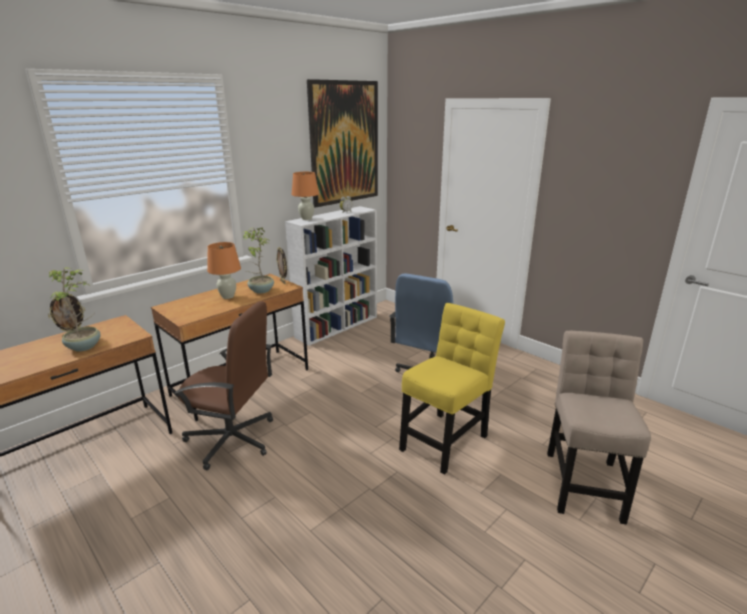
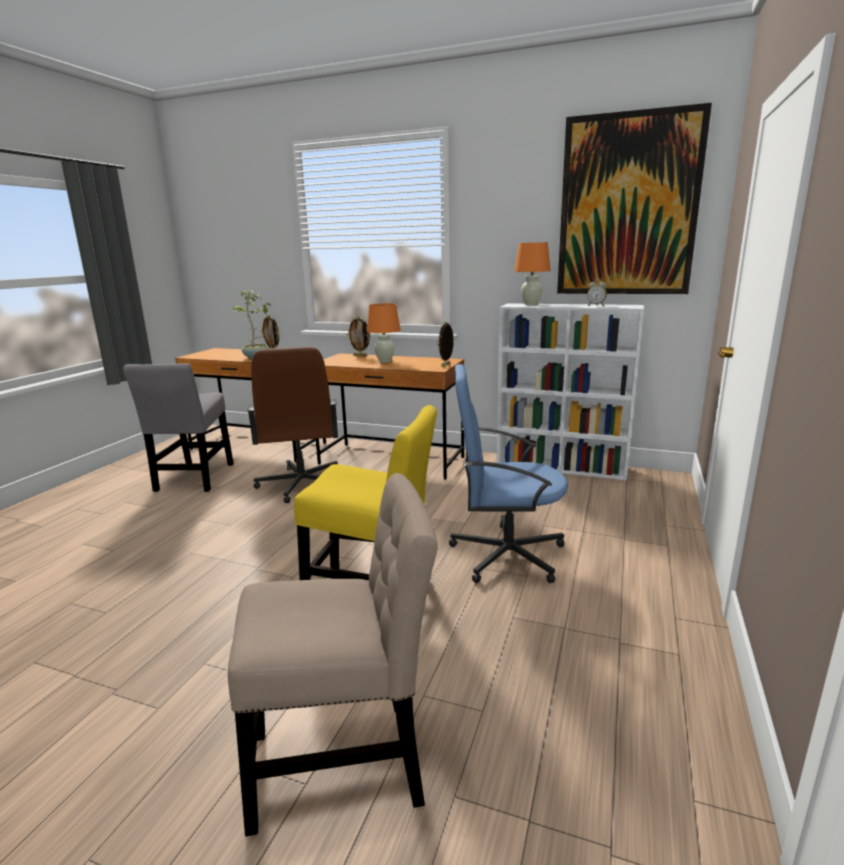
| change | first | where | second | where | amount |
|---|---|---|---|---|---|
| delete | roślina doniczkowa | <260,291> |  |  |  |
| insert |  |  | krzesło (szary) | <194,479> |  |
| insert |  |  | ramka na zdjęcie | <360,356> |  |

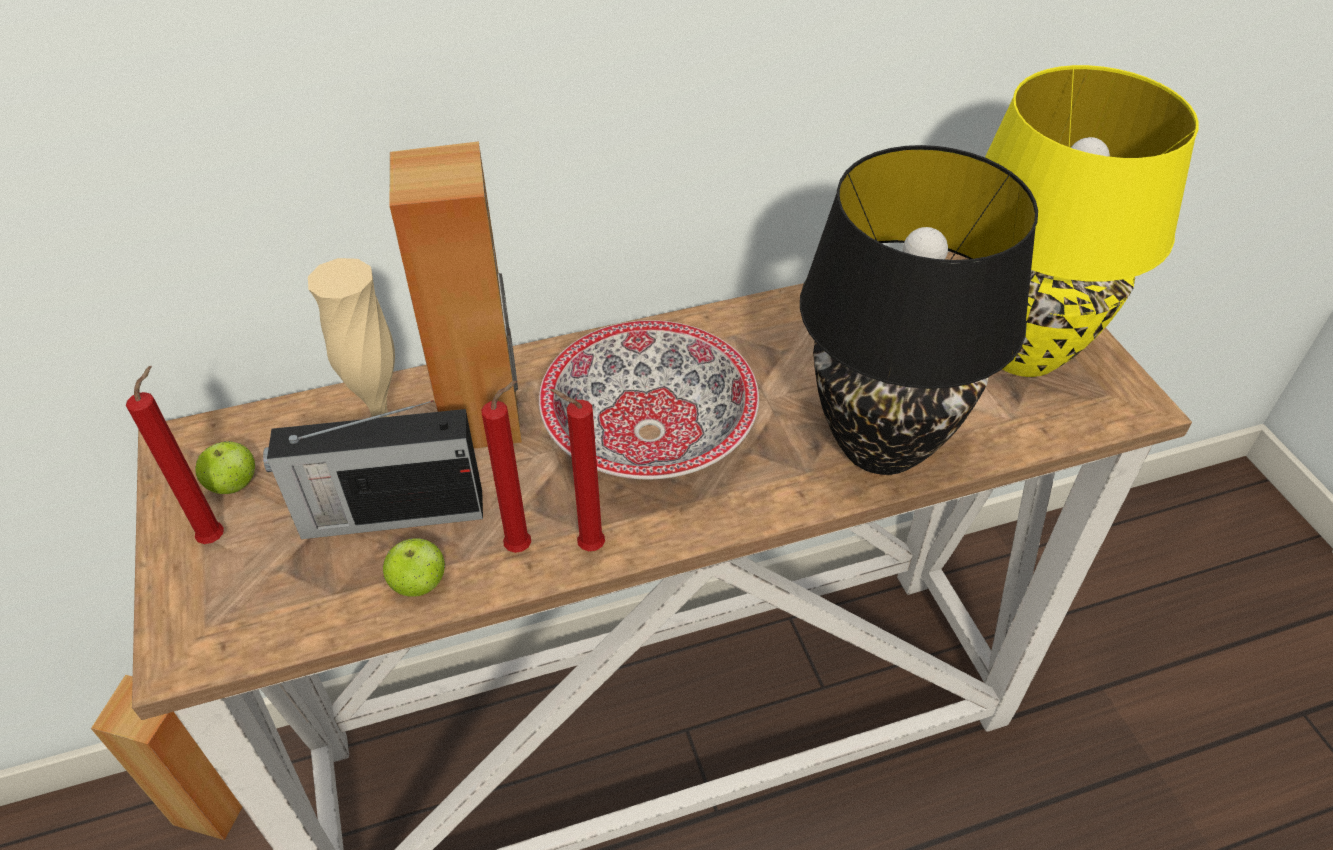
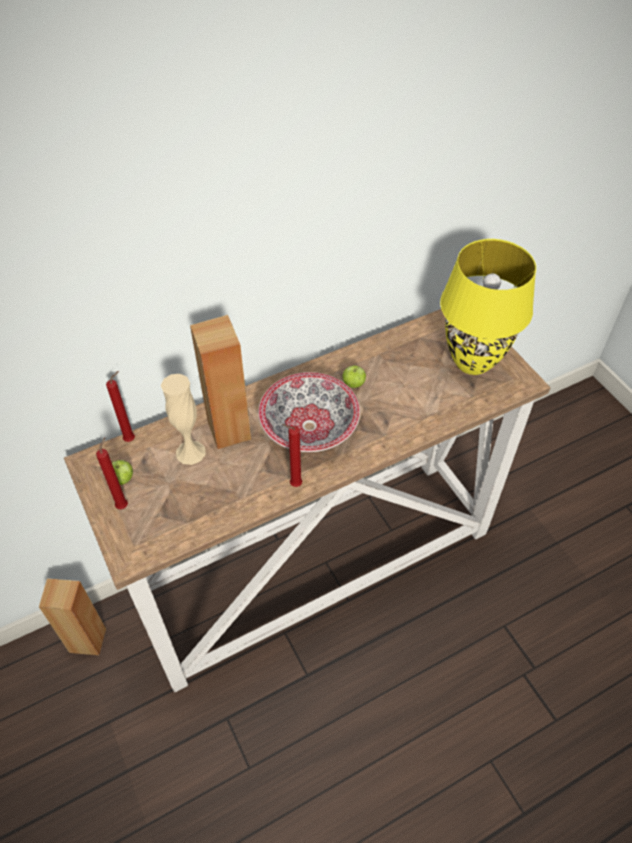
| change | first | where | second | where | amount |
|---|---|---|---|---|---|
| delete | radio | <389,514> |  |  |  |
| delete | lampa stołowa (czarny) | <880,443> |  |  |  |
| move | jabłko | <419,584> |  | <353,384> |  |
| move | świeca (czerwony) | <523,546> |  | <131,439> |  |

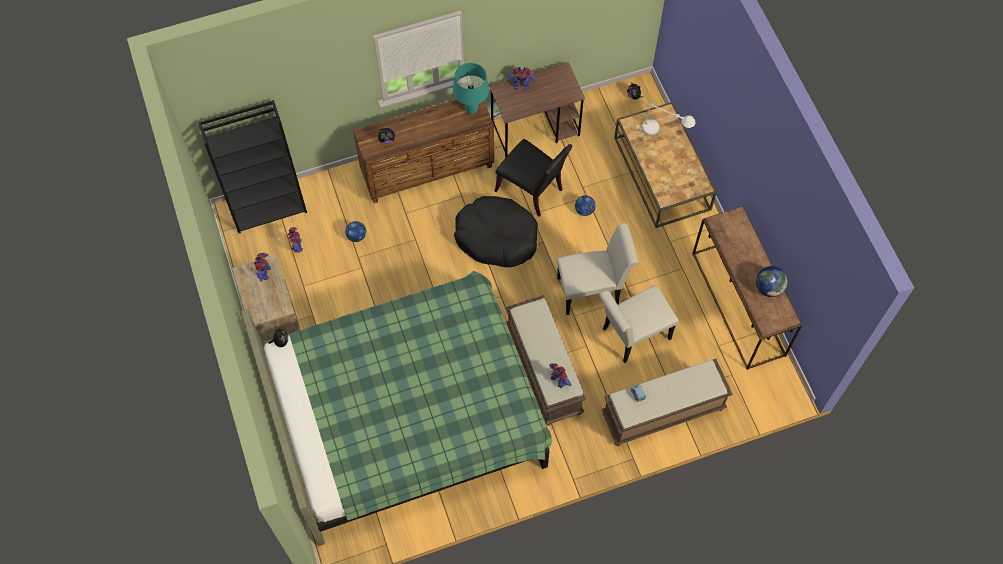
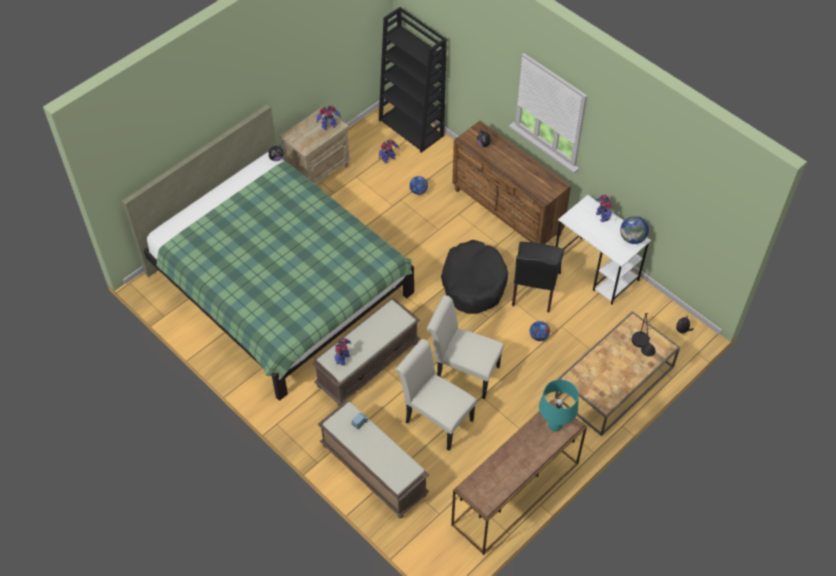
| change | first | where | second | where | amount |
|---|---|---|---|---|---|
| move | lampa stołowa (turkusowy) | <471,109> |  | <554,426> |  |
| move | globus | <769,288> |  | <632,238> |  |
| recolor | biurko (brązowy) | <536,129> | biurko (biały) | <596,270> |  |
| recolor | lampa stołowa (biały) | <664,134> | lampa stołowa (czarny) | <641,353> |  |
| rotate | krzesło (biały) | <592,290> |  | <463,372> | 150 degrees clockwise |

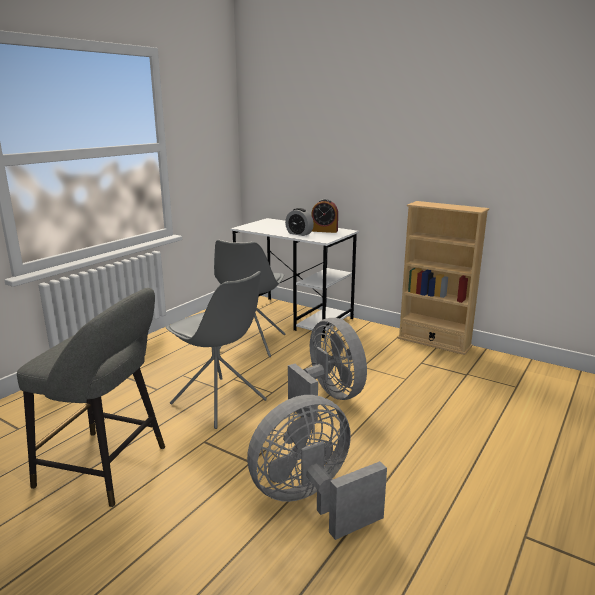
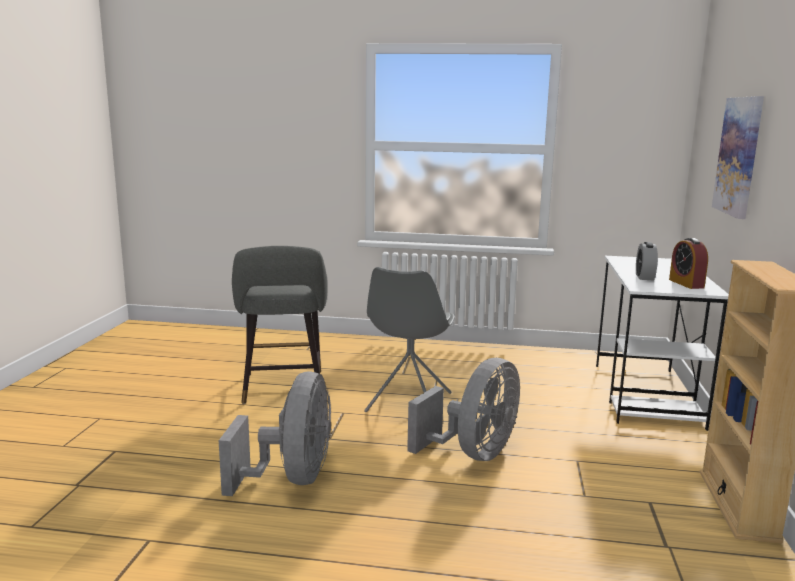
| change | first | where | second | where | amount |
|---|---|---|---|---|---|
| delete | krzesło (szary) | <251,343> |  |  |  |
| insert |  |  | obraz | <739,156> |  |
| rotate | wentylator (szary) | <311,501> |  | <292,478> | 60 degrees clockwise |

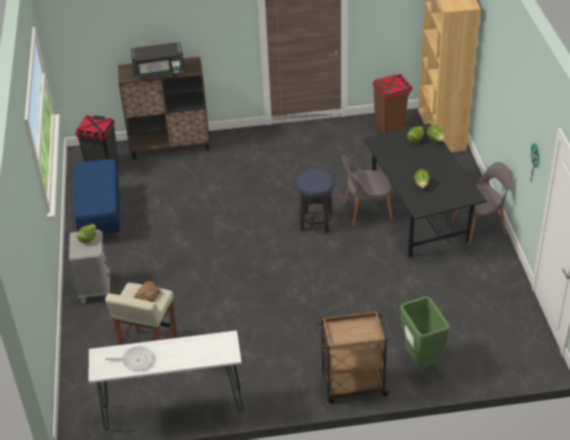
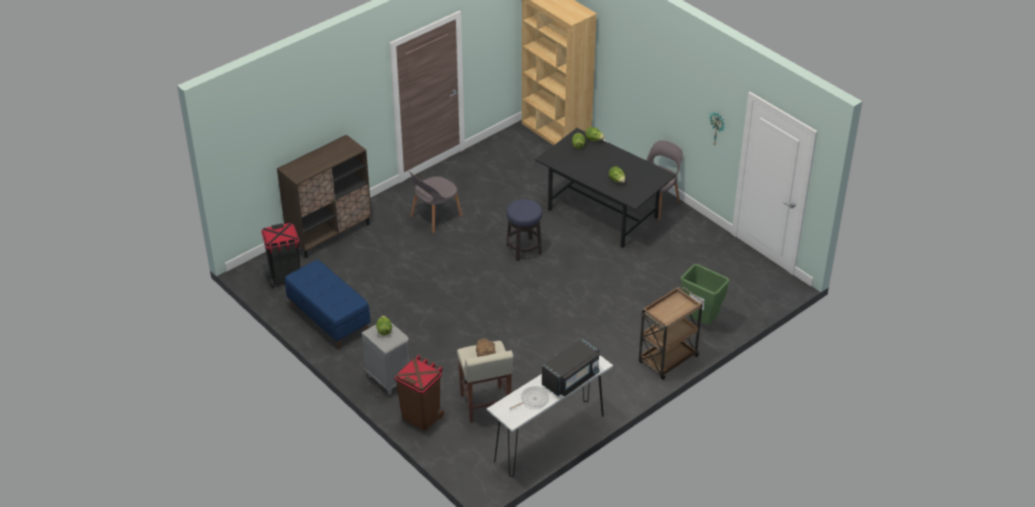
| change | first | where | second | where | amount |
|---|---|---|---|---|---|
| move | mikrofalówka (czarny) | <159,72> |  | <571,378> |  |
| move | krzesło (szary) | <366,211> |  | <435,217> |  |
| move | kosz na śmieci (brązowy) | <390,128> |  | <421,417> |  |

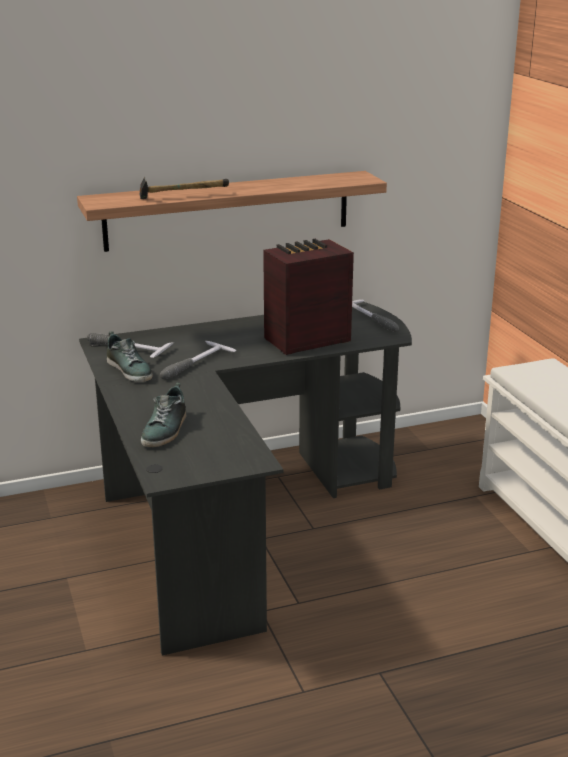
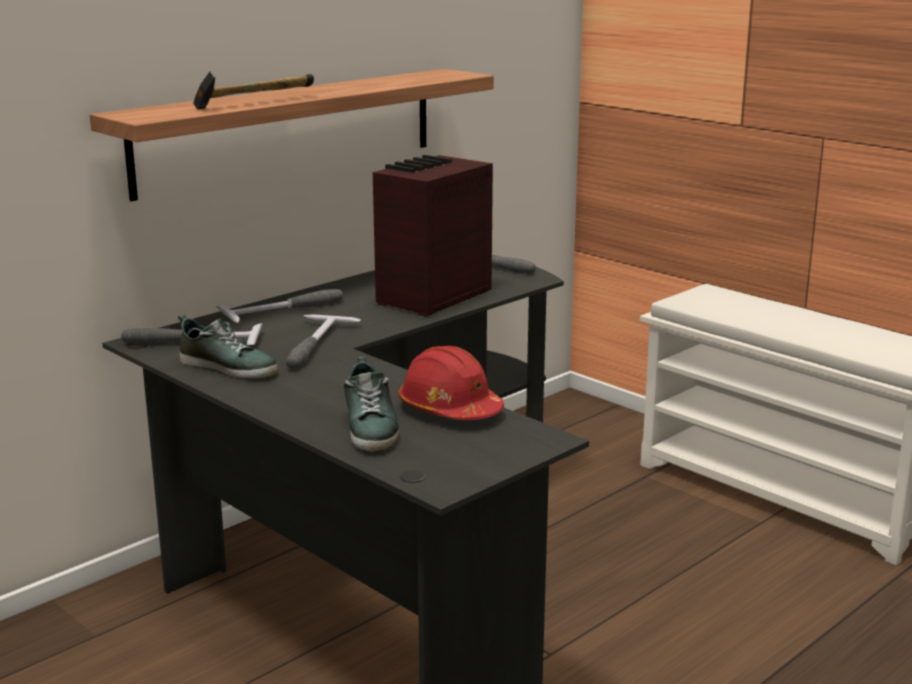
| change | first | where | second | where | amount |
|---|---|---|---|---|---|
| insert |  |  | młotek | <286,311> |  |
| insert |  |  | kask (czerwony) | <449,409> |  |

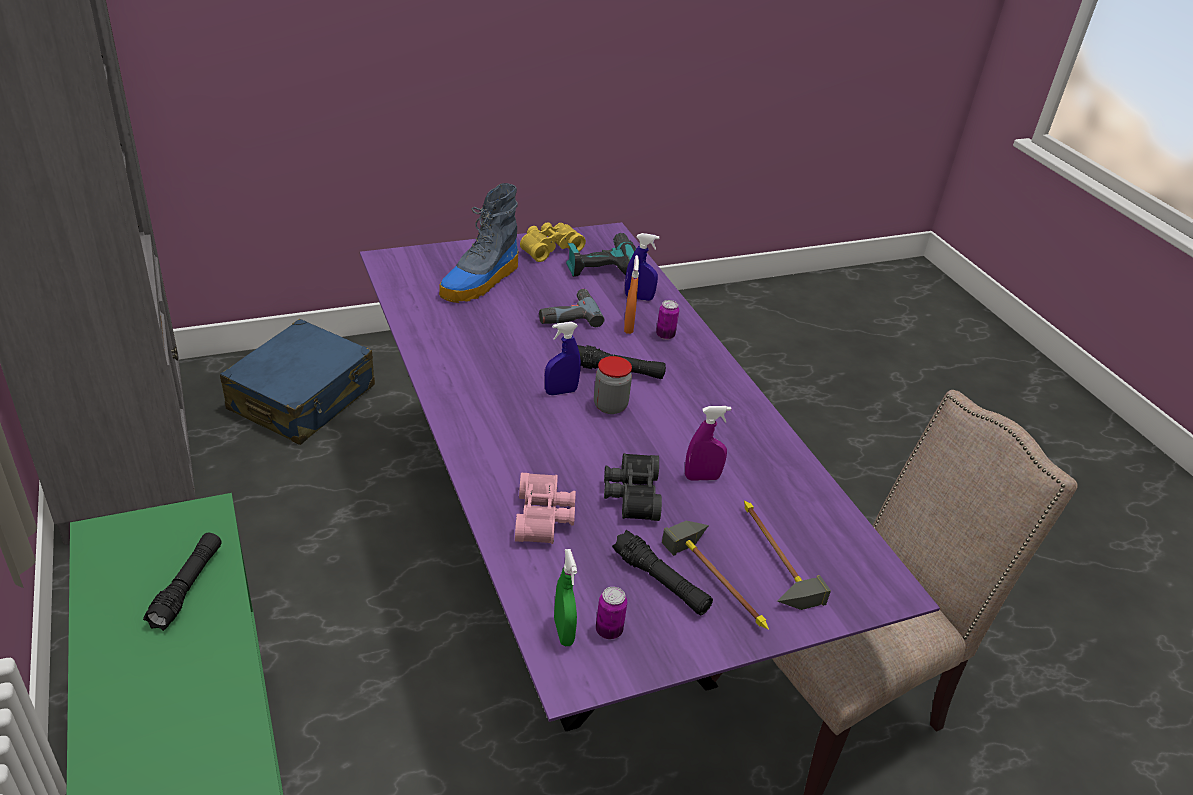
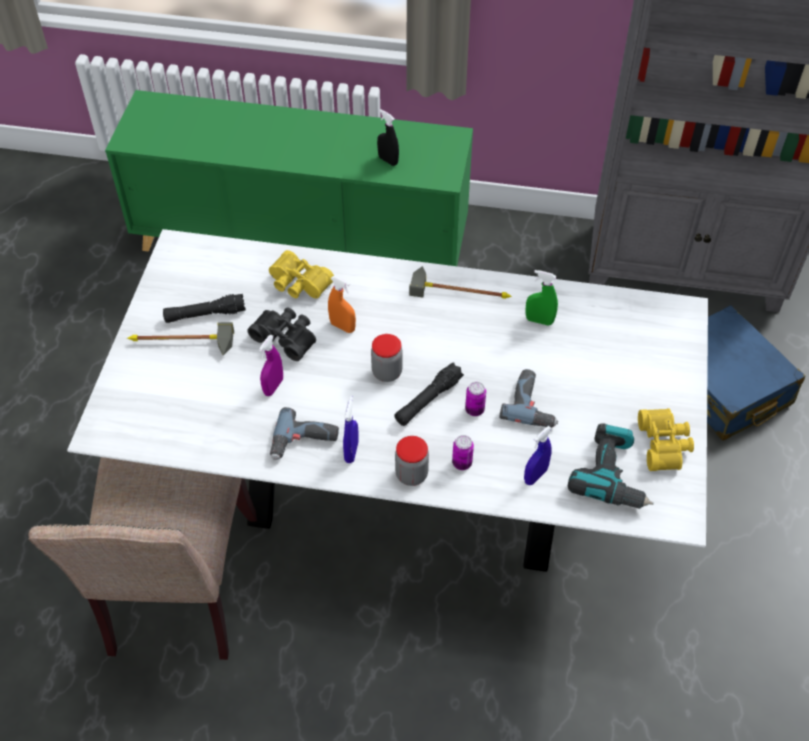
| change | first | where | second | where | amount |
|---|---|---|---|---|---|
| delete | but z cholewką | <480,282> |  |  |  |
| insert |  |  | wiertarka | <304,443> |  |
| insert |  |  | słoik | <411,474> |  |
| move | spryskiwacz (niebieski) | <561,392> |  | <351,452> |  |
| move | spryskiwacz (zielony) | <563,632> |  | <539,320> |  |
| move | puszka | <609,630> |  | <474,410> |  |
| move | spryskiwacz (pomarańczowy) | <628,327> |  | <342,327> |  |
| move | młotek | <767,556> |  | <462,289> |  |
| replace | latarka (czarny) | <187,587> | spryskiwacz (czarny) | <388,160> |  |
| recolor | stół jadalny (fioletowy) | <577,575> | stół jadalny (biały) | <404,491> |  |
| recolor | lornetka (różowy) | <545,517> | lornetka (żółty) | <298,284> |  |

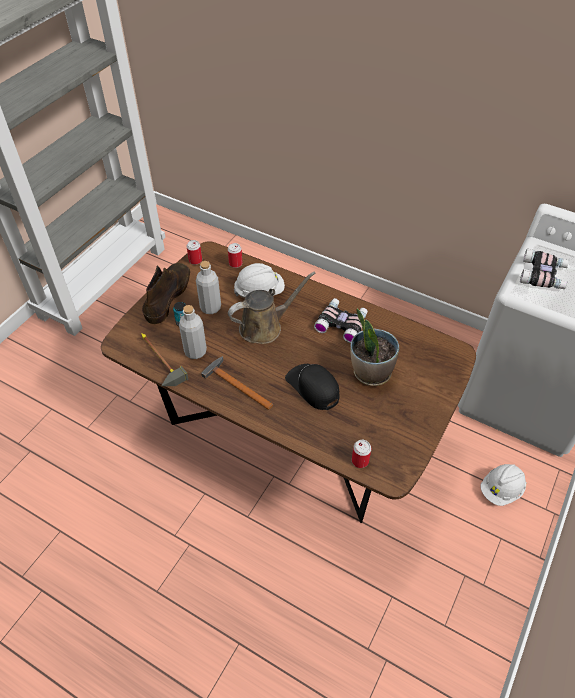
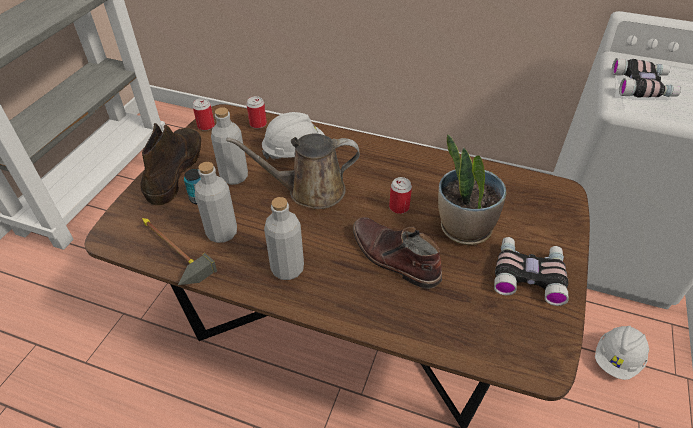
| change | first | where | second | where | amount |
|---|---|---|---|---|---|
| move | lornetka | <342,323> |  | <528,274> |  |
| move | puszka | <360,460> |  | <399,207> |  |
| replace | młotek | <236,385> | butelka (szary) | <287,269> |  |
| replace | czapka z daszkiem (czarny) | <313,387> | but z cholewką (brązowy) | <394,258> |  |
| rotate | konewka (brązowy) | <264,327> |  | <310,191> | 150 degrees counterclockwise |

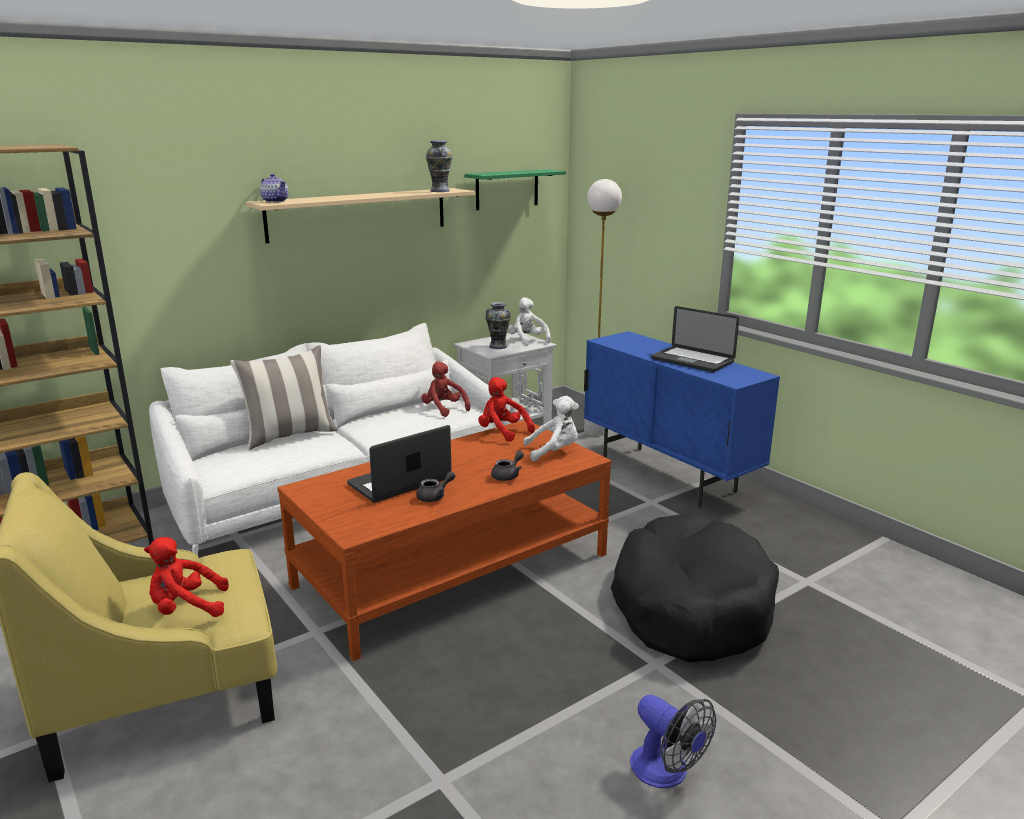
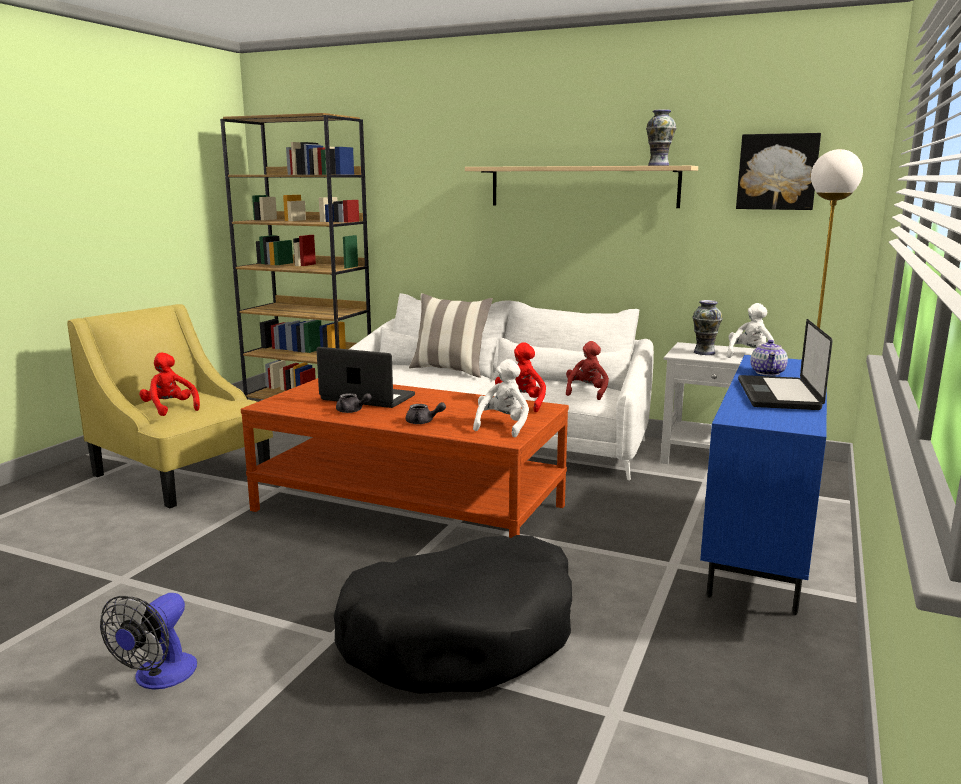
| change | first | where | second | where | amount |
|---|---|---|---|---|---|
| move | imbryk | <275,201> |  | <768,372> |  |
| replace | półka (zielony) | <507,189> | obraz | <777,172> |  |
| rotate | pluszak (biały) | <554,451> |  | <503,426> | 120 degrees counterclockwise |

